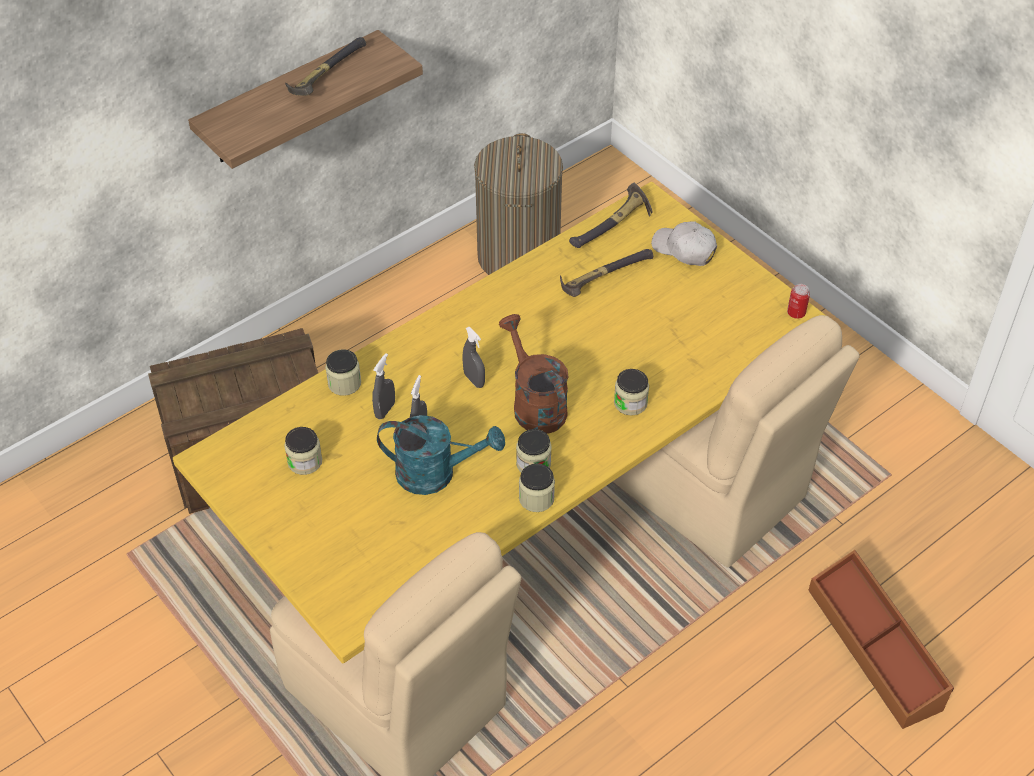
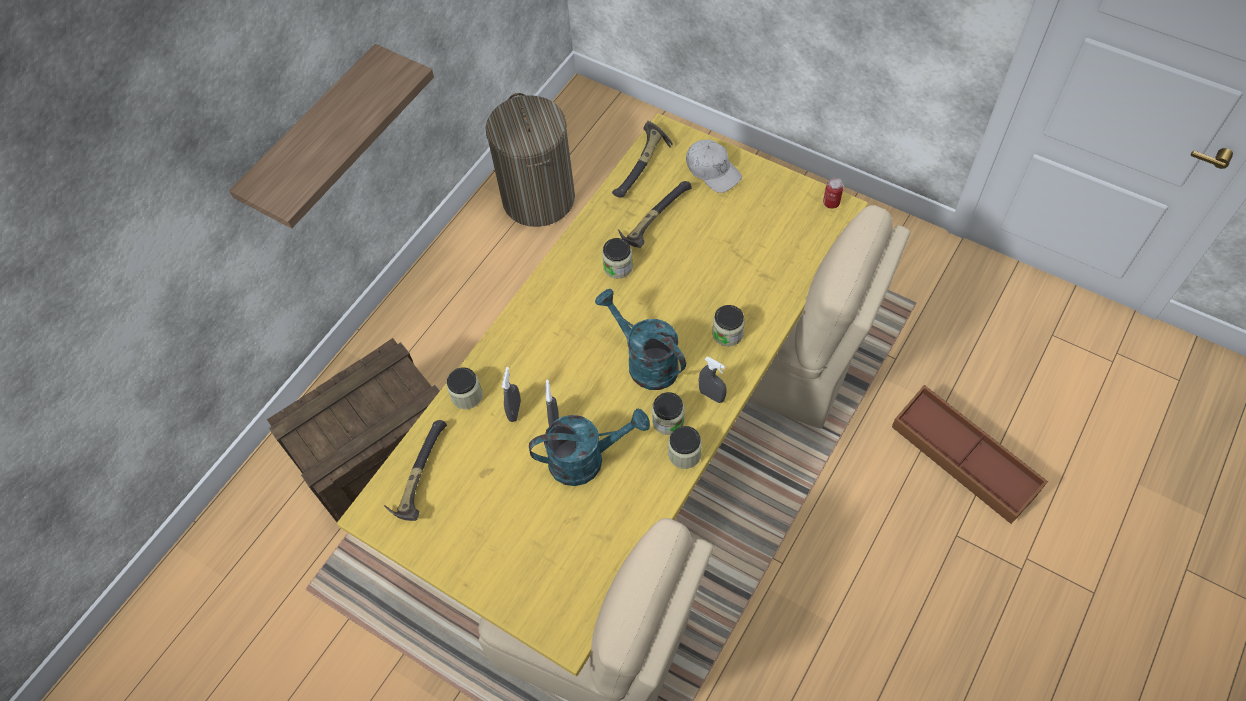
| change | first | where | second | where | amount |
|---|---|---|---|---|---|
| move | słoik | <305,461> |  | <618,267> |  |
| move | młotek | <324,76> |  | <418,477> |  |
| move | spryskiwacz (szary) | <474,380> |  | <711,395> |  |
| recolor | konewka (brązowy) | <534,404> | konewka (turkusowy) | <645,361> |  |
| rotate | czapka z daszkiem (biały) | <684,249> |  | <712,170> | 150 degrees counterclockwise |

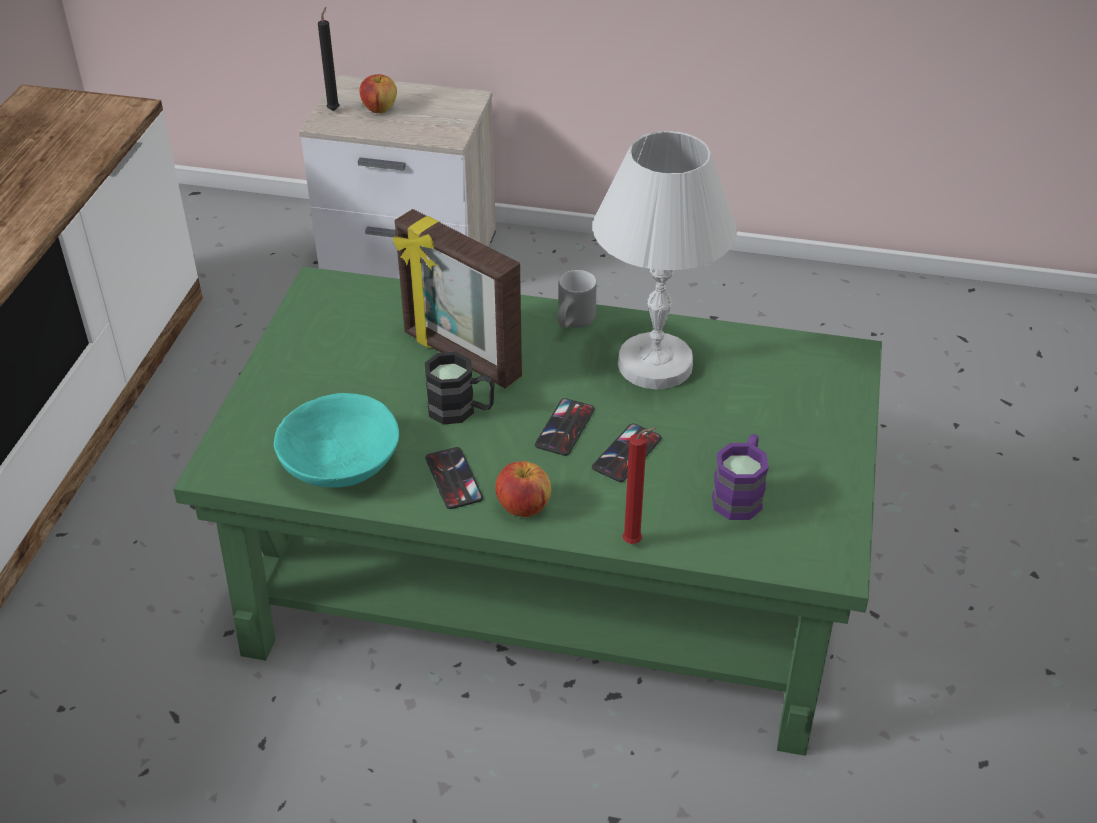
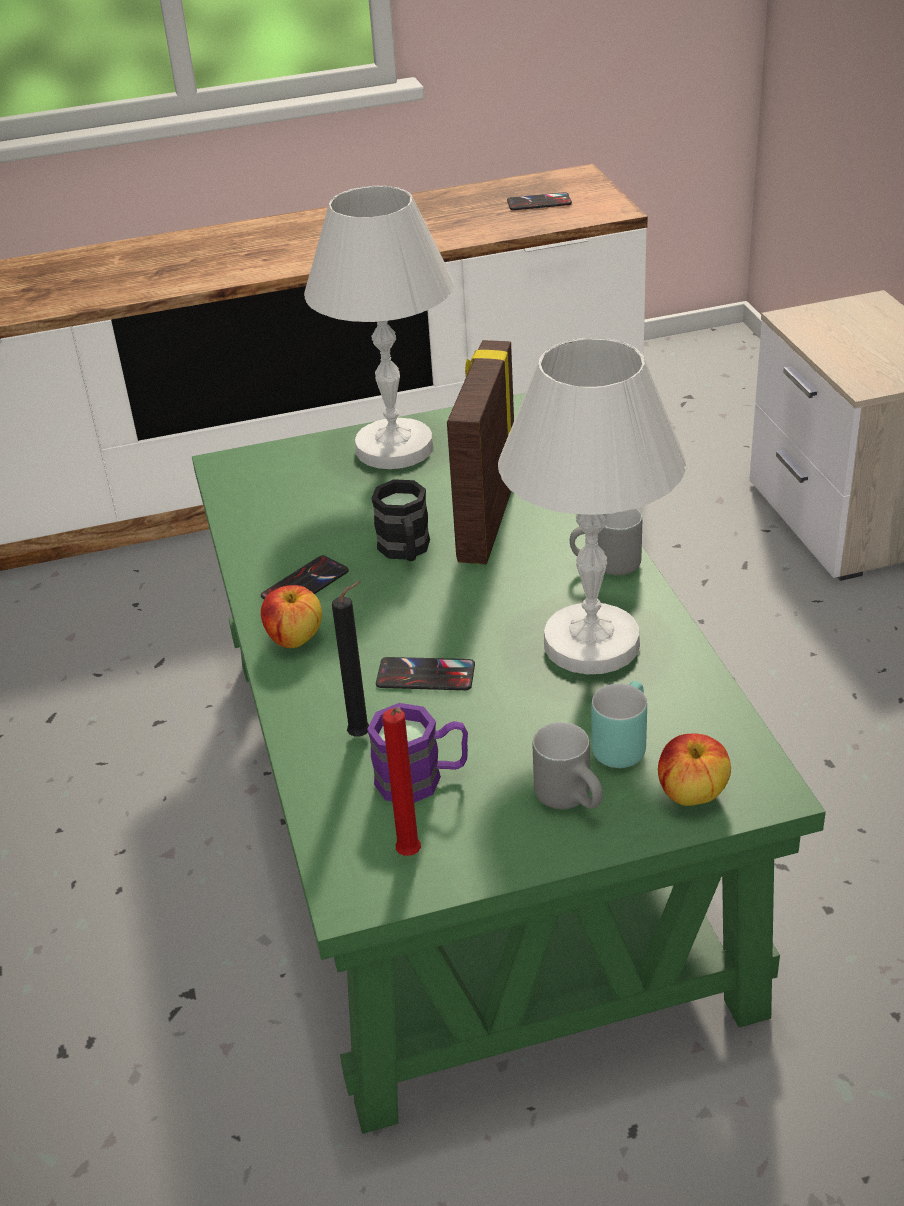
| change | first | where | second | where | amount |
|---|---|---|---|---|---|
| delete | miska (turkusowy) | <342,464> |  |  |  |
| insert |  |  | lampa stołowa (biały) | <394,447> |  |
| insert |  |  | kubek (szary) | <573,798> |  |
| insert |  |  | kubek (turkusowy) | <619,743> |  |
| move | świeca (czarny) | <334,109> |  | <363,735> |  |
| move | jabłko | <379,109> |  | <692,794> |  |
| move | telefon | <565,427> |  | <539,202> |  |
| move | świeca (czerwony) | <635,543> |  | <410,857> |  |

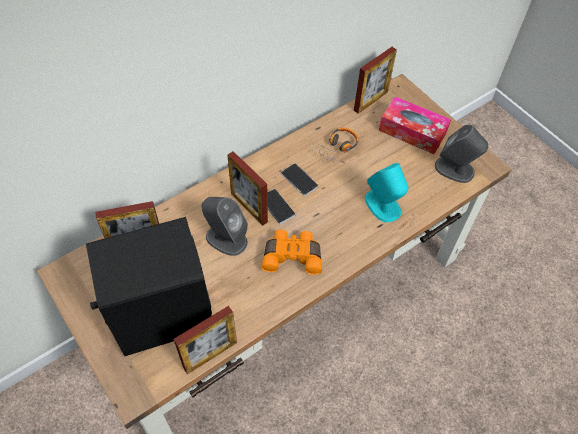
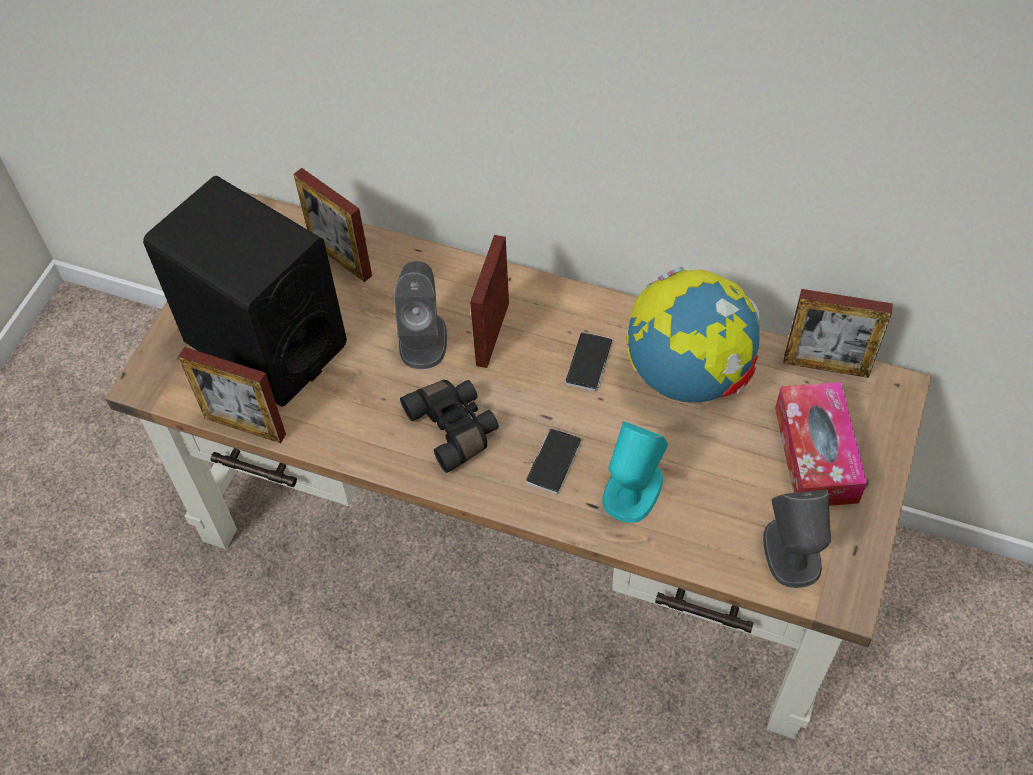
| change | first | where | second | where | amount |
|---|---|---|---|---|---|
| move | telefon | <277,207> |  | <553,462> |  |
| replace | słuchawki | <337,148> | globus | <688,375> |  |
| recolor | lornetka (pomarańczowy) | <292,255> | lornetka (czarny) | <455,428> |  |

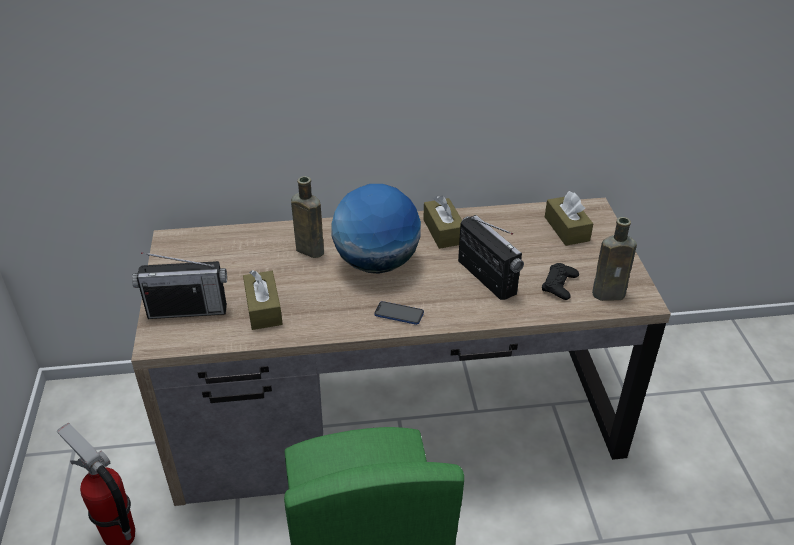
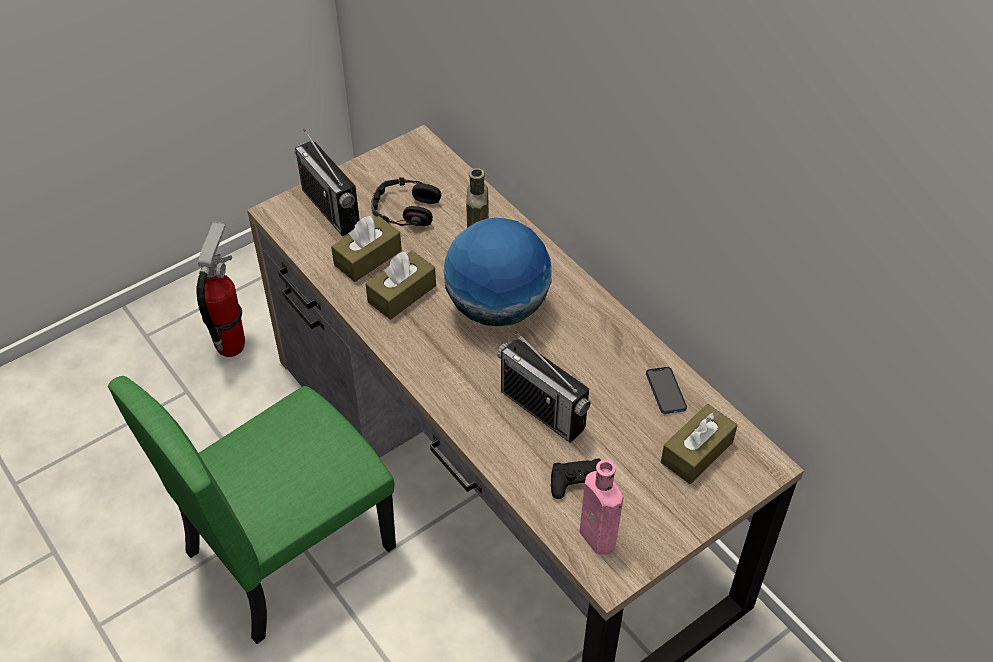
| change | first | where | second | where | amount |
|---|---|---|---|---|---|
| insert |  |  | słuchawki | <405,210> |  |
| move | telefon | <399,314> |  | <665,391> |  |
| move | pudełko chusteczek (brązowy) | <443,231> |  | <402,294> |  |
| recolor | butelka (brązowy) | <611,294> | butelka (różowy) | <599,539> |  |
| rotate | radio | <486,277> |  | <542,410> | 105 degrees clockwise |

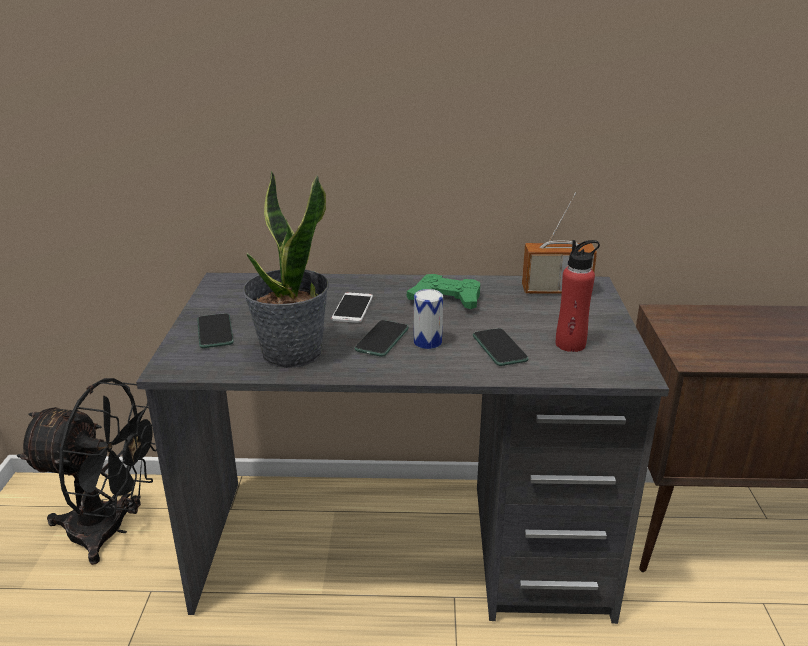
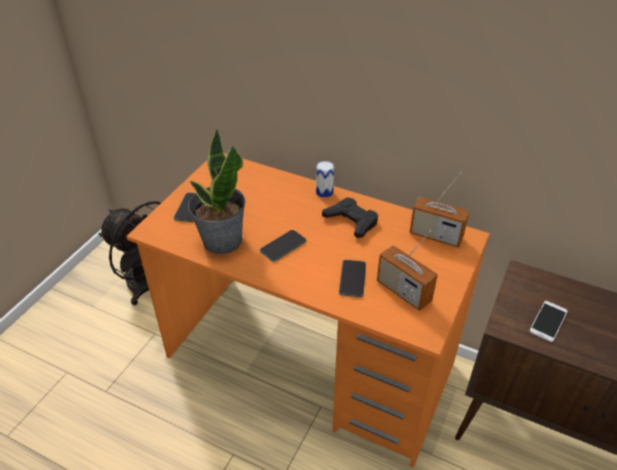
| change | first | where | second | where | amount |
|---|---|---|---|---|---|
| move | telefon | <352,308> |  | <548,321> |  |
| move | puszka | <427,342> |  | <324,192> |  |
| replace | butelka (czerwony) | <570,344> | radio | <403,291> |  |
| recolor | biurko (szary) | <404,548> | biurko (pomarańczowy) | <309,361> |  |
| recolor | pad do gier (zielony) | <446,299> | pad do gier (czarny) | <351,221> |  |

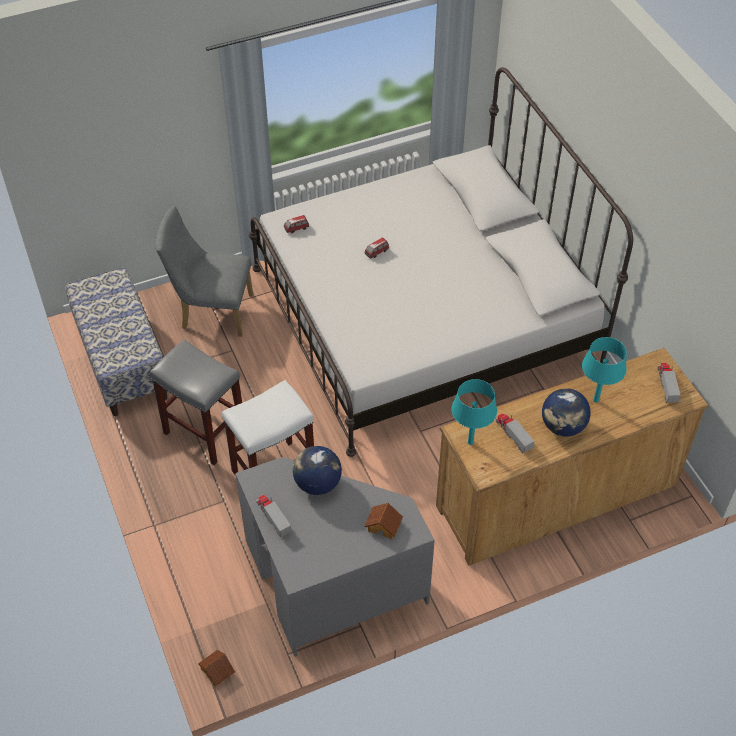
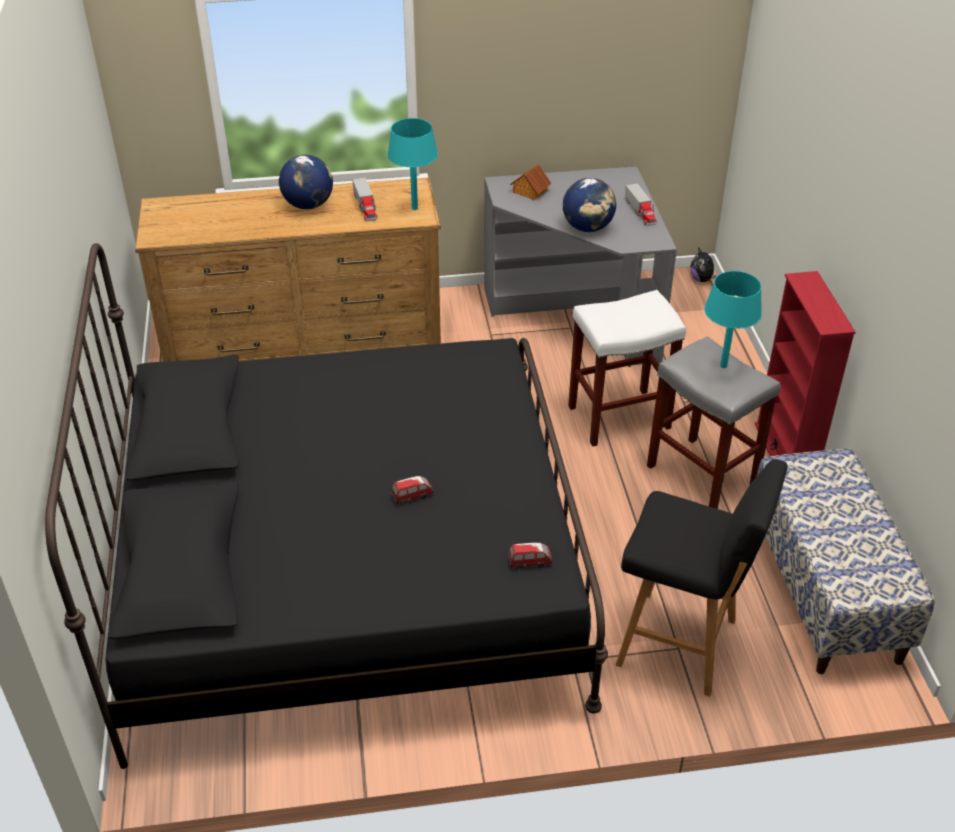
| change | first | where | second | where | amount |
|---|---|---|---|---|---|
| delete | ciężarówka zabawkowa | <667,385> |  |  |  |
| insert |  |  | regał (czerwony) | <785,453> |  |
| move | lampa stołowa (turkusowy) | <595,400> |  | <723,366> |  |
| replace | krzesło (szary) | <211,312> | stołek (czarny) | <681,644> |  |
| replace | domek | <216,671> | pluszak | <702,279> |  |
| recolor | łóżko (biały) | <423,315> | łóżko (czarny) | <348,569> |  |

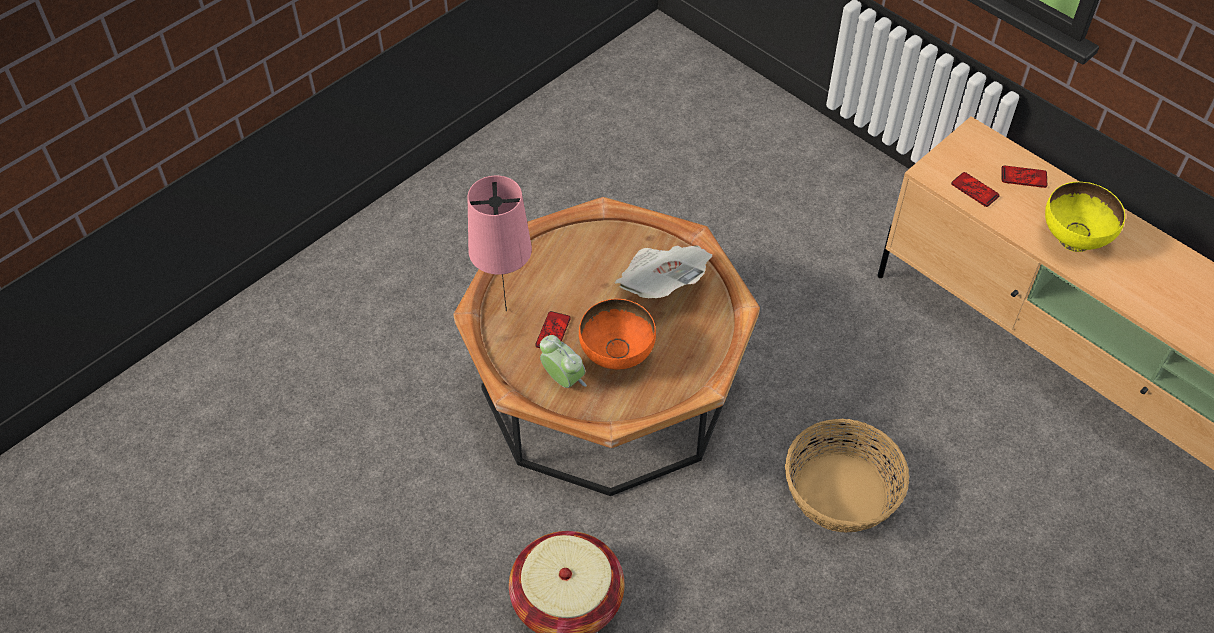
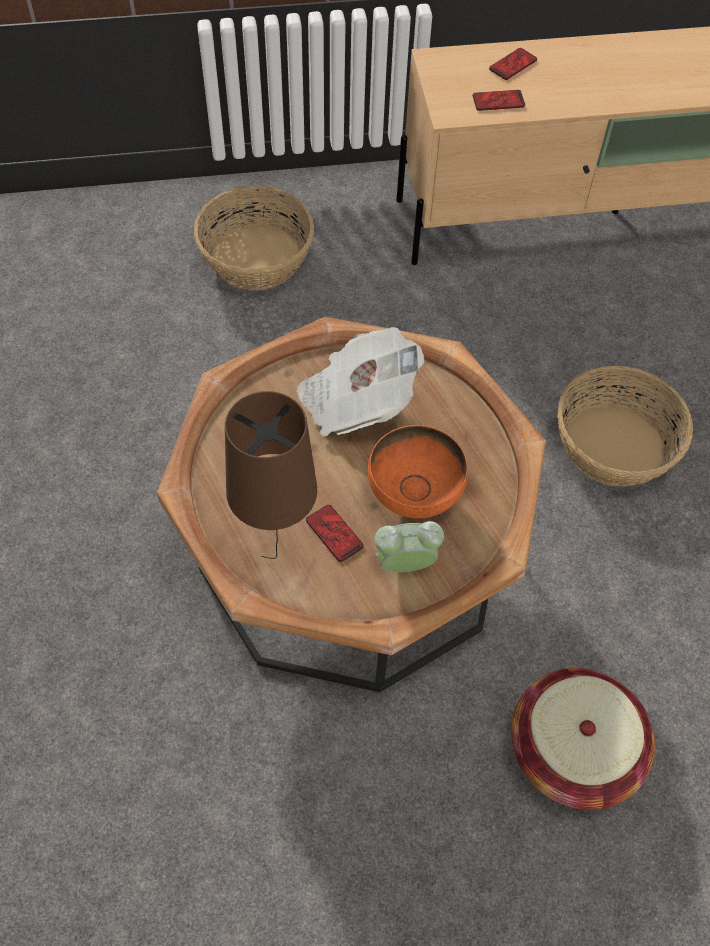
| change | first | where | second | where | amount |
|---|---|---|---|---|---|
| delete | miska (żółty) | <1073,239> |  |  |  |
| insert |  |  | koszyk | <256,258> |  |
| recolor | lampa stołowa (różowy) | <507,319> | lampa stołowa (brązowy) | <279,565> |  |

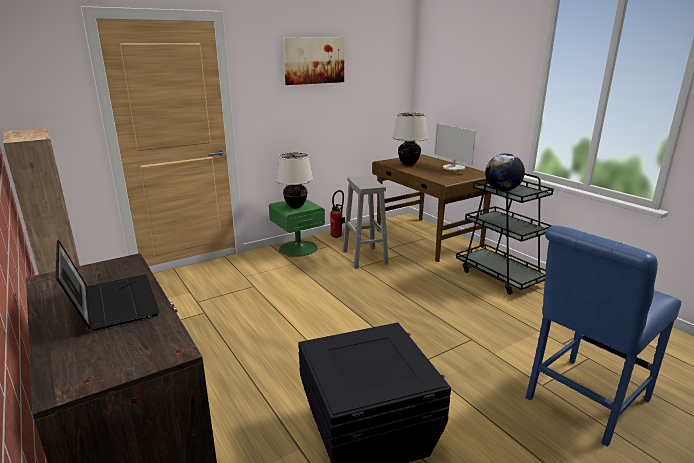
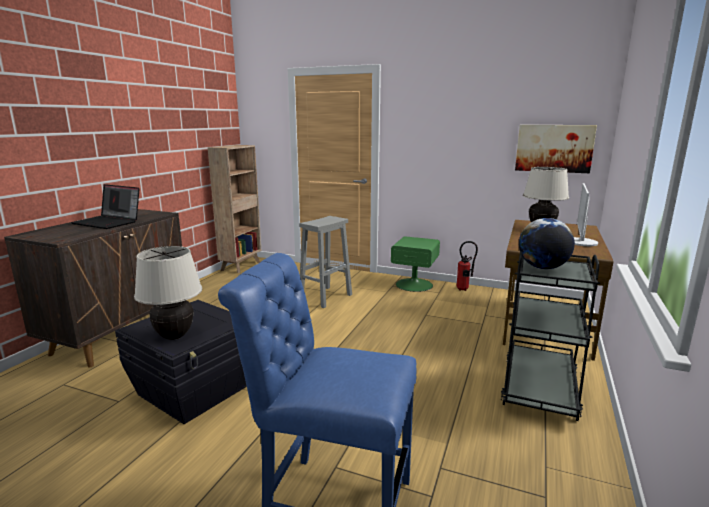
| change | first | where | second | where | amount |
|---|---|---|---|---|---|
| move | lampa stołowa (beżowy) | <295,207> |  | <174,336> |  |
| move | obraz | <314,60> |  | <554,148> |  |
| move | stołek (szary) | <364,257> |  | <326,297> |  |
| rotate | laptop | <111,303> |  | <109,222> | 90 degrees clockwise |

